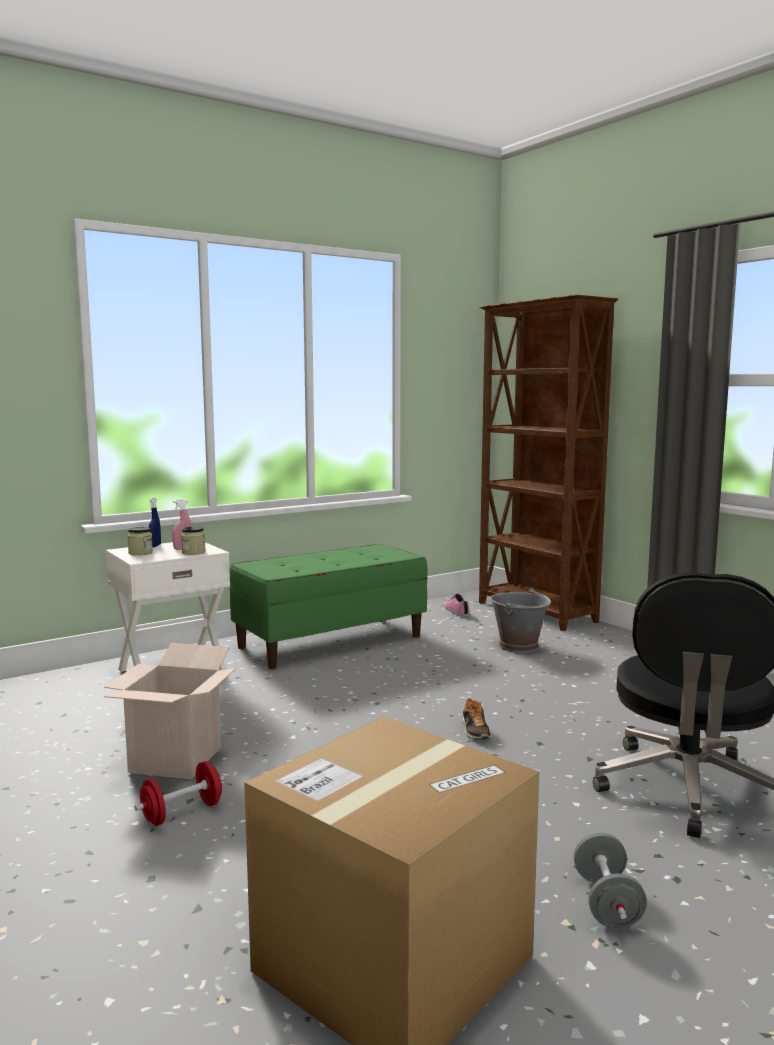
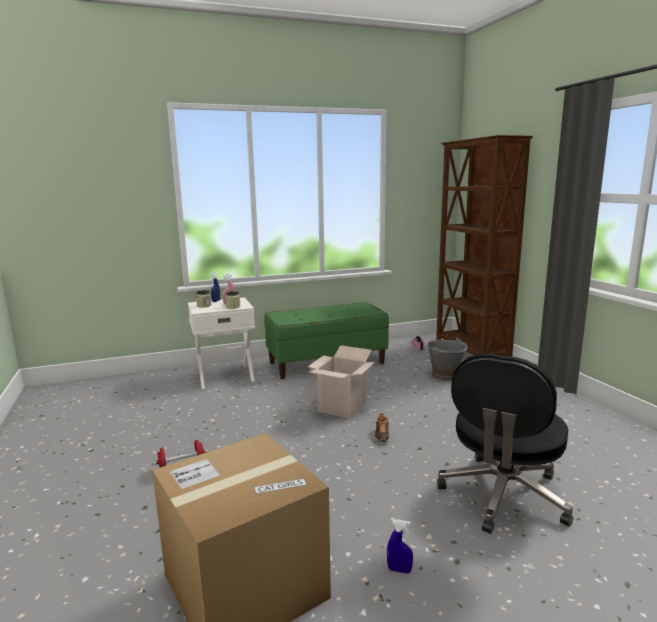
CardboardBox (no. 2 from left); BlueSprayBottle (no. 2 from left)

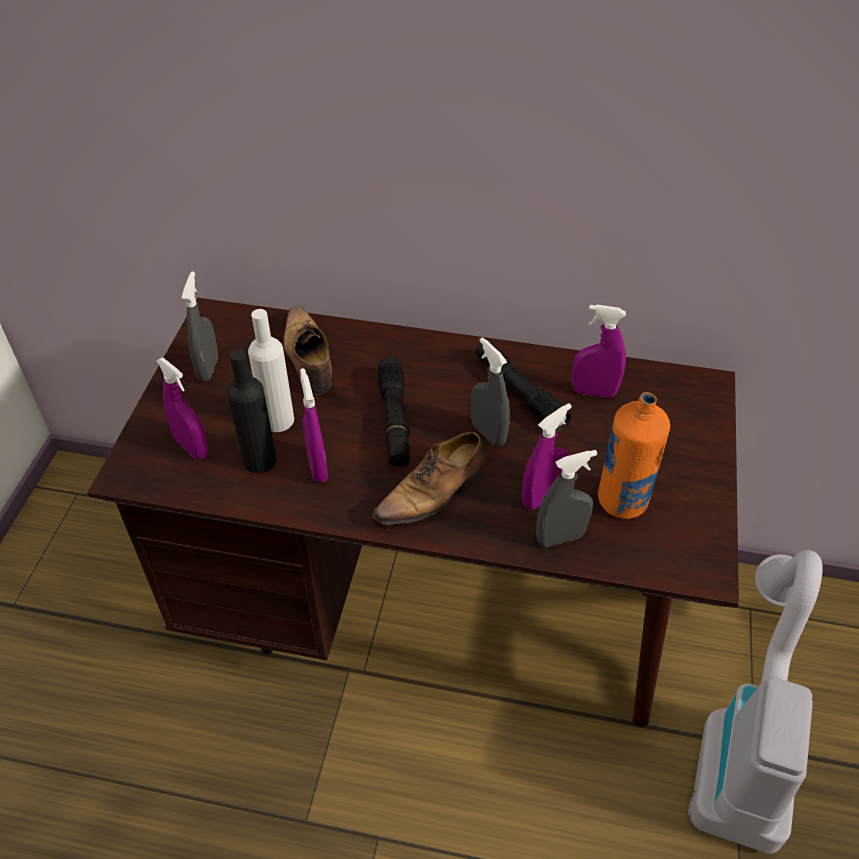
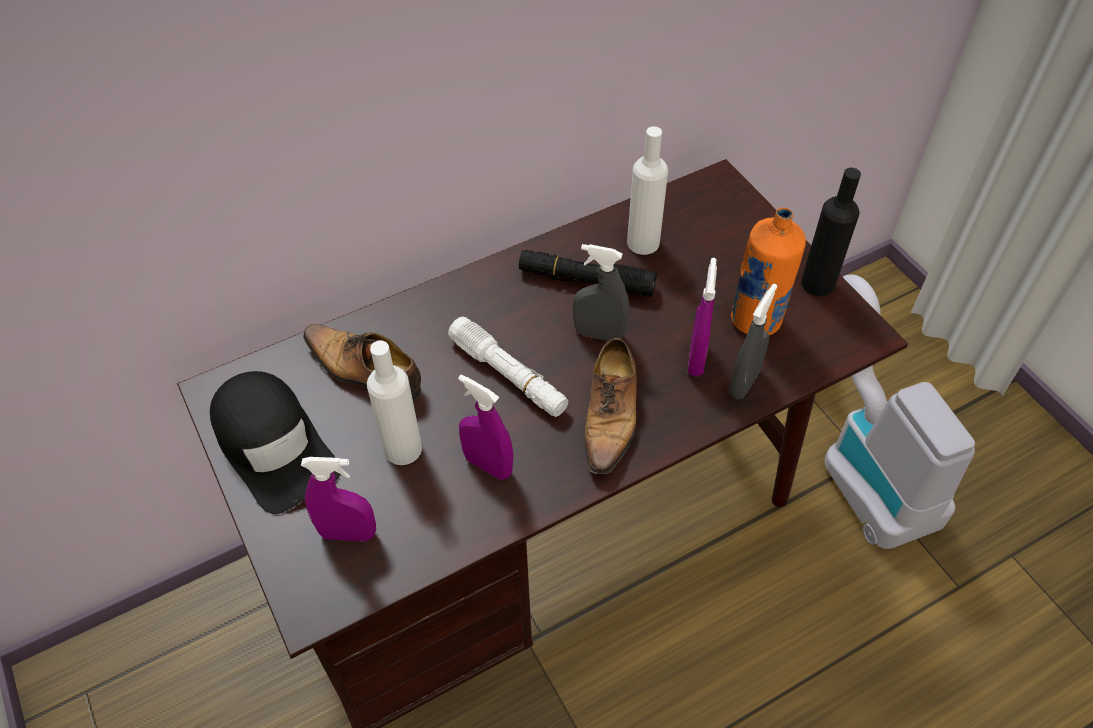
BlackCap; WhiteBottle (no. 2 from left); BlackBottle; WhiteFlashlight

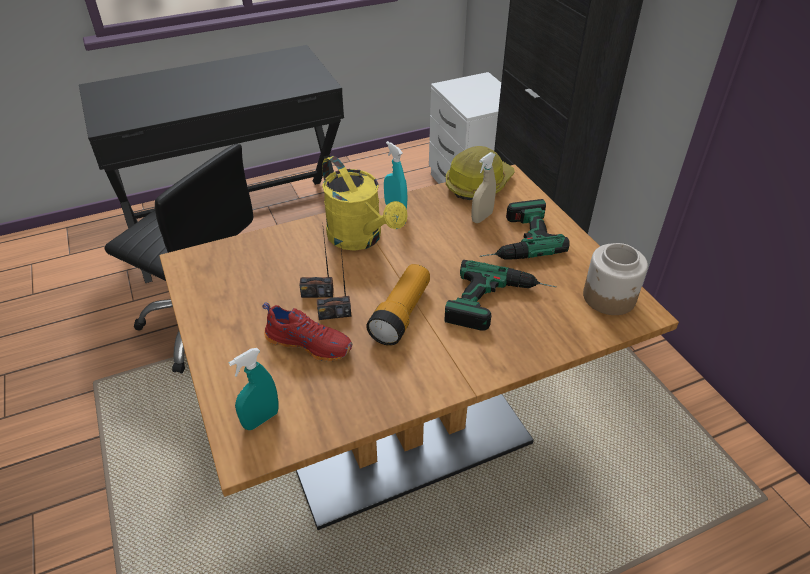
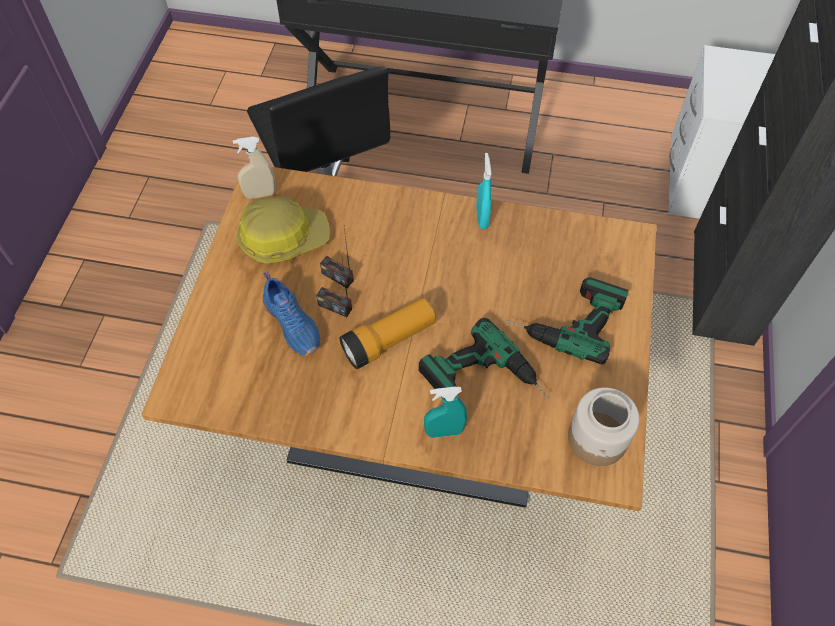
HardHat; BeigeSprayBottle; YellowWateringCan; BlueShoe; TurquoiseSprayBottle (no. 1 from left)

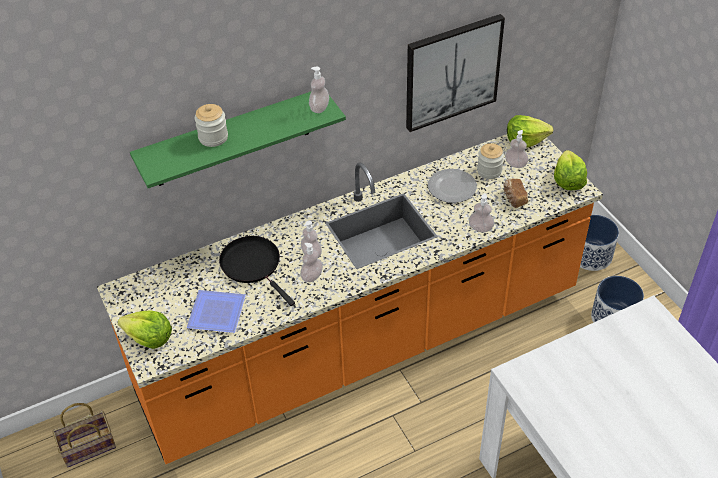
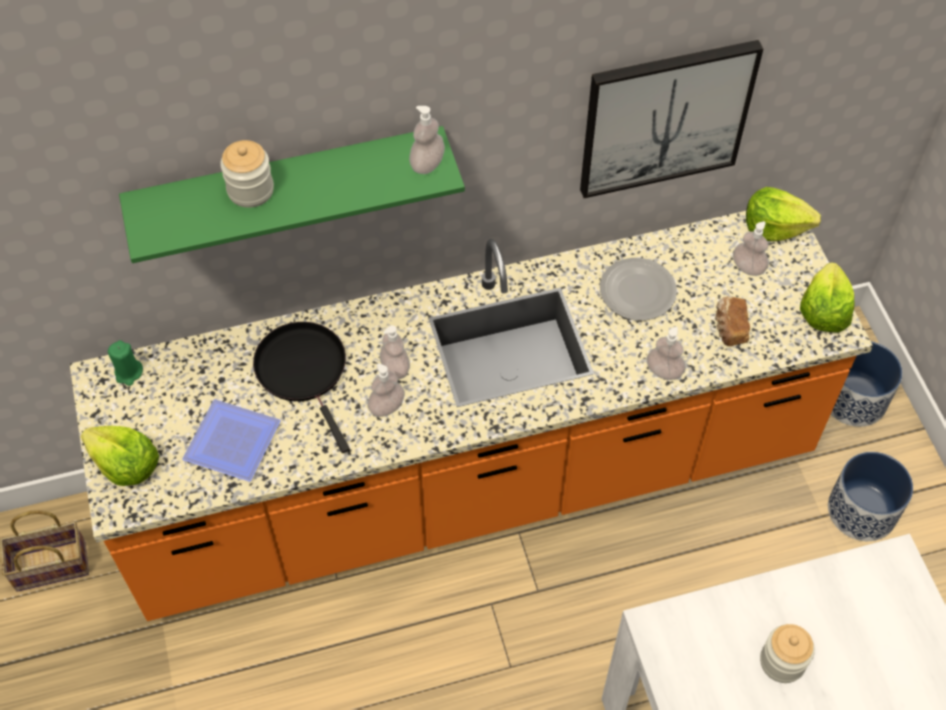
Jar (no. 2 from left); GreenCandle

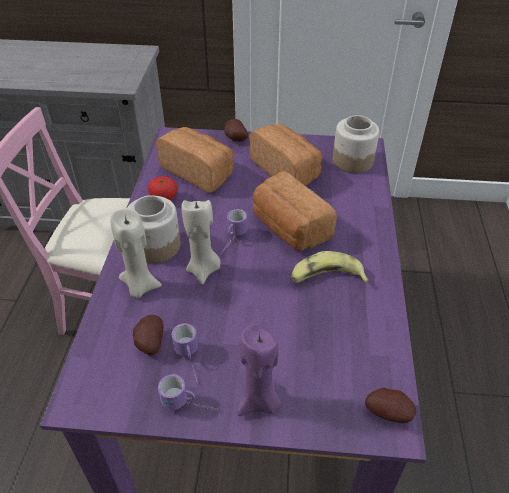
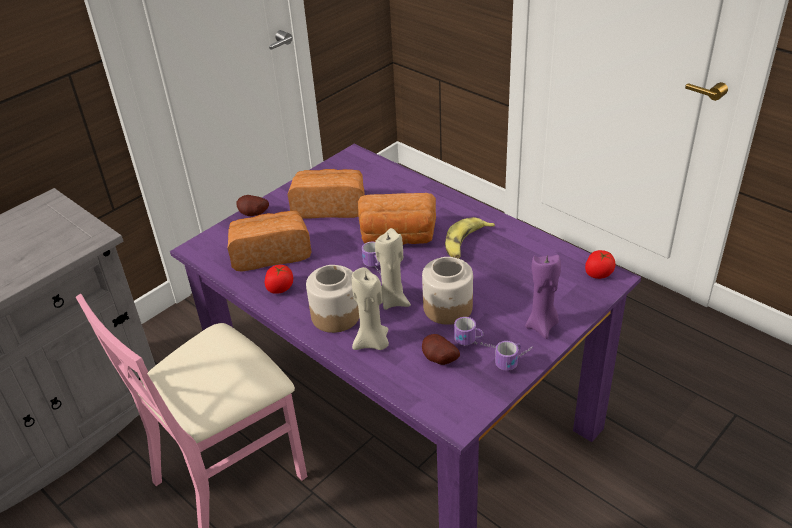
Jar (no. 2 from left); Tomato (no. 2 from left)

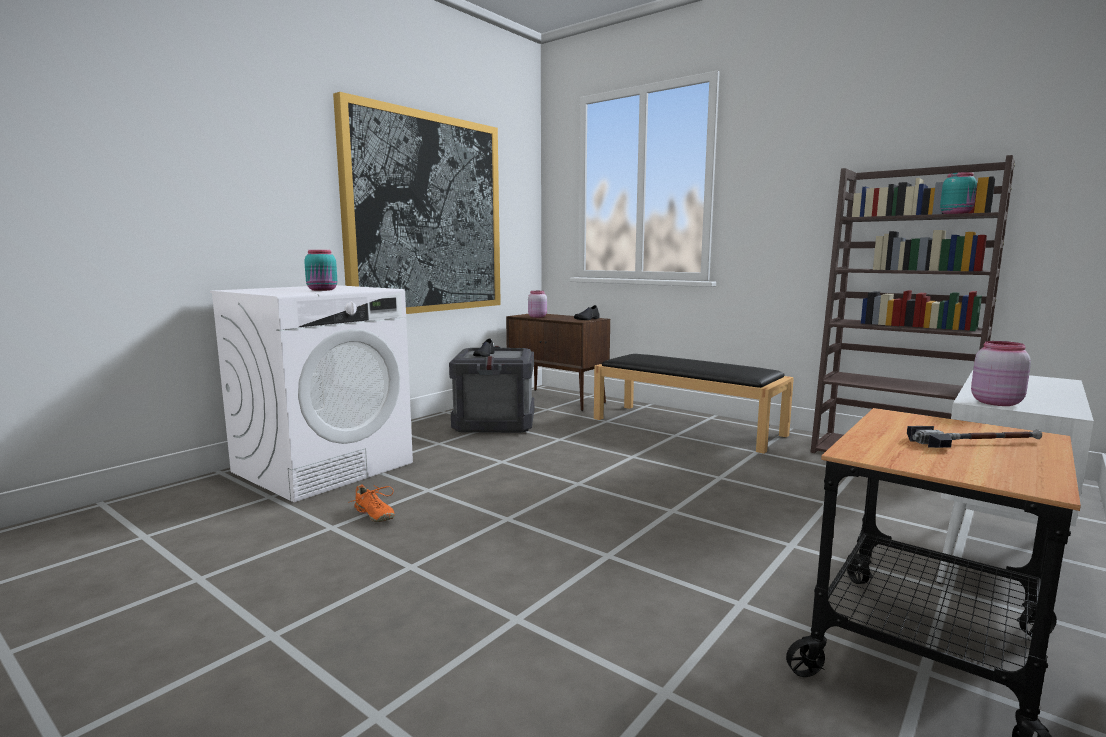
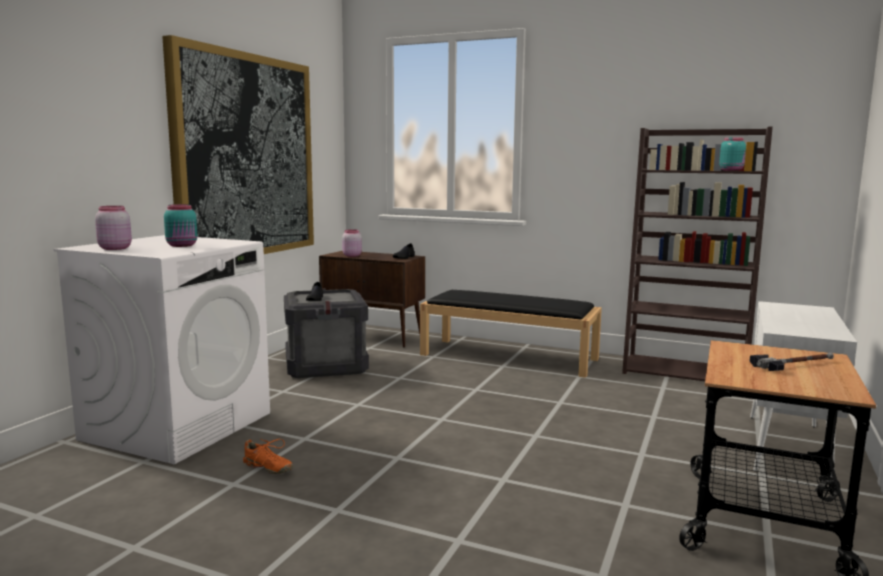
PinkJar (no. 1 from left)

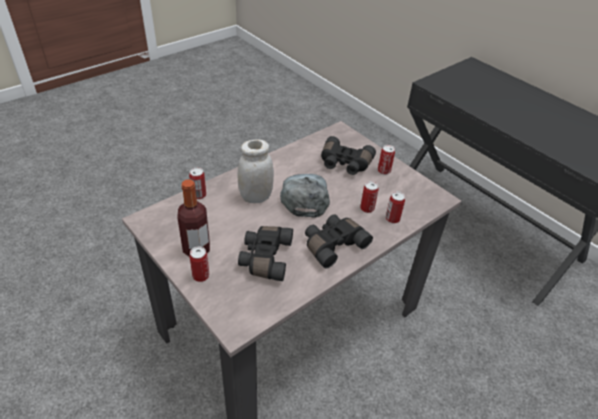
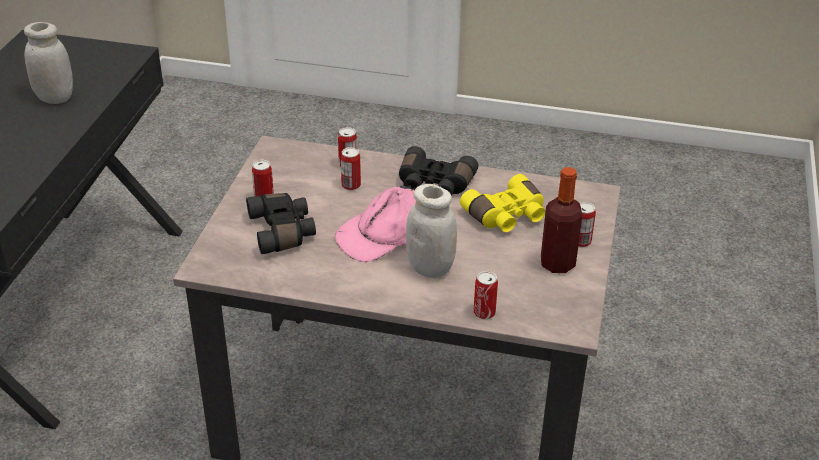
PinkCap; YellowBinoculars; WhiteJar (no. 1 from left)

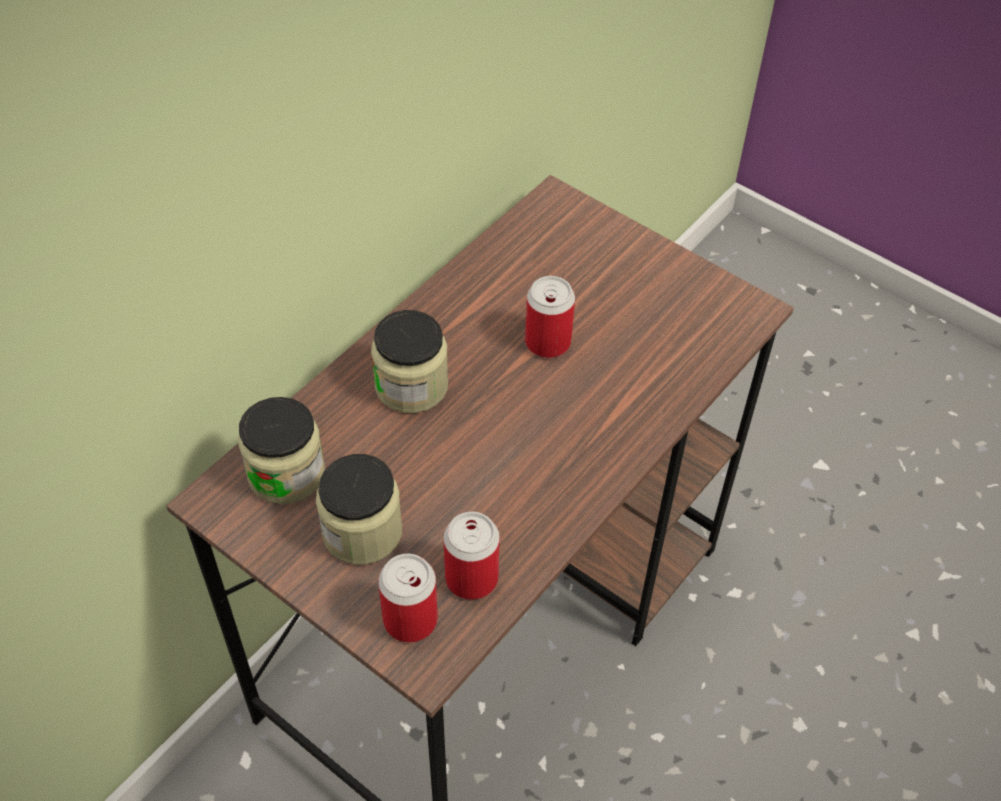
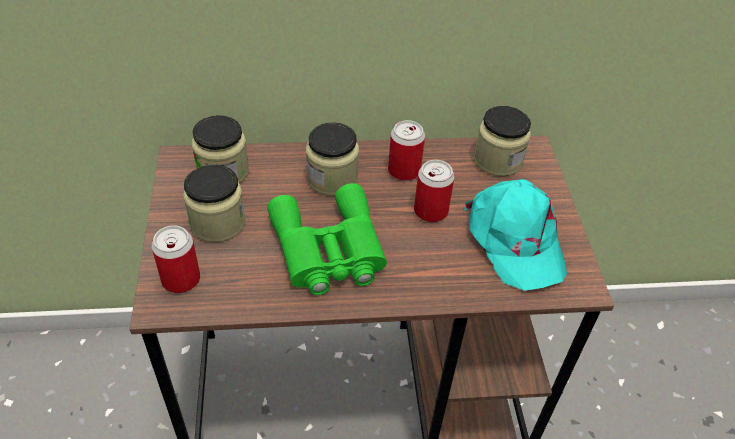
Can (no. 2 from left); Jar (no. 4 from left); TurquoiseCap; GreenBinoculars

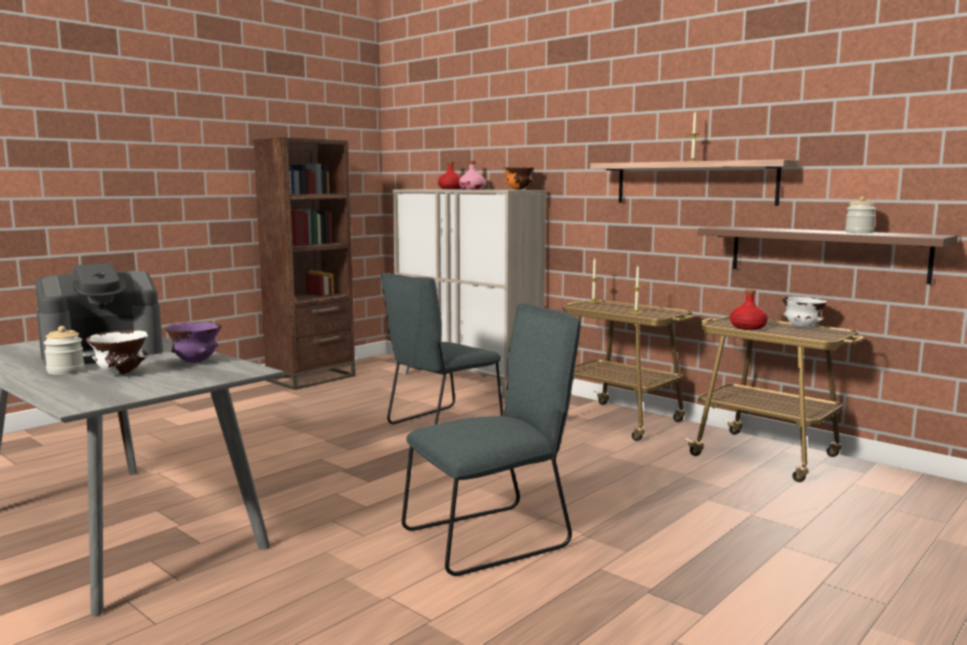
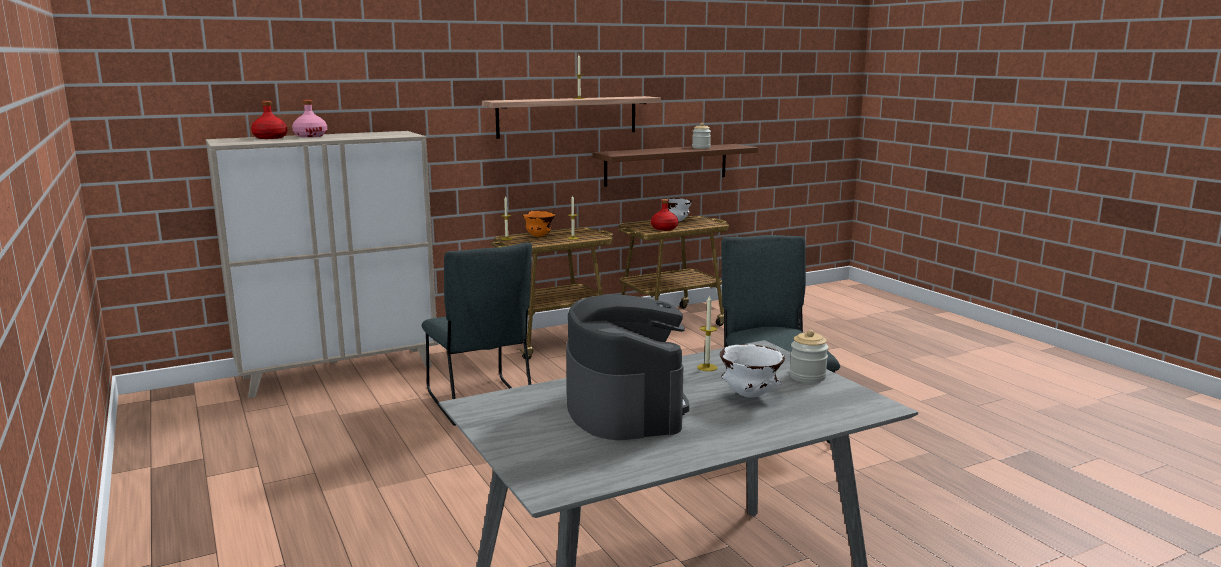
BrownBookcase; OrangeBowl; Candle (no. 4 from left); Jar (no. 2 from left)

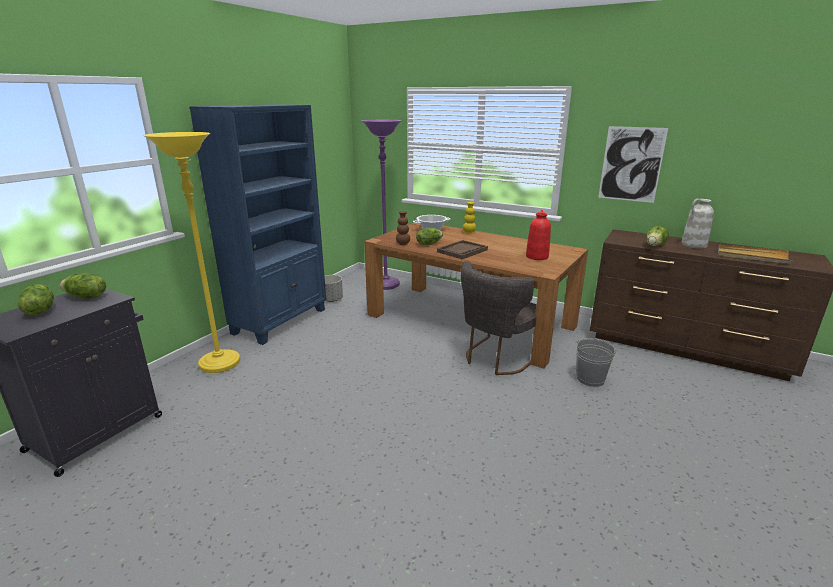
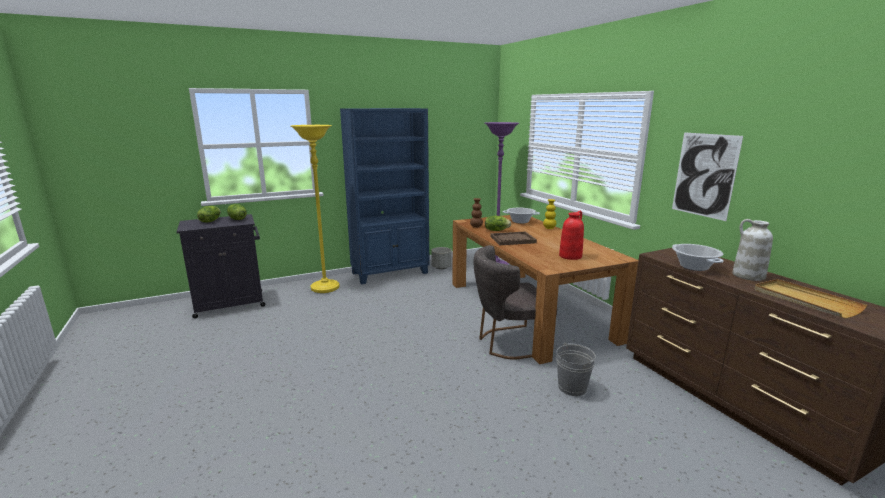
CookingPot (no. 2 from left)

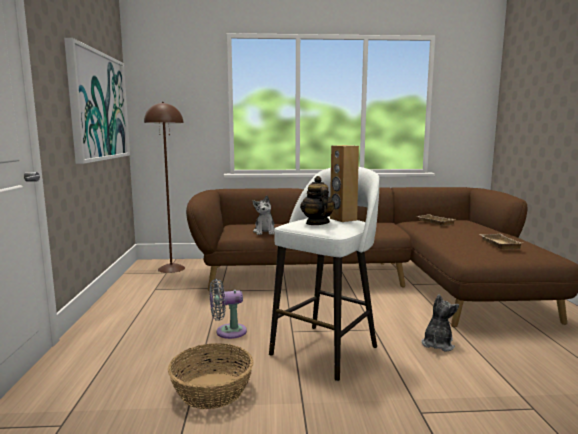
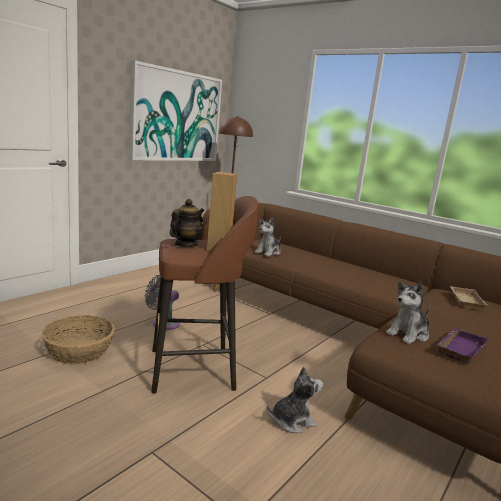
BrownStool; PurpleTray; PlushToy (no. 3 from left)

